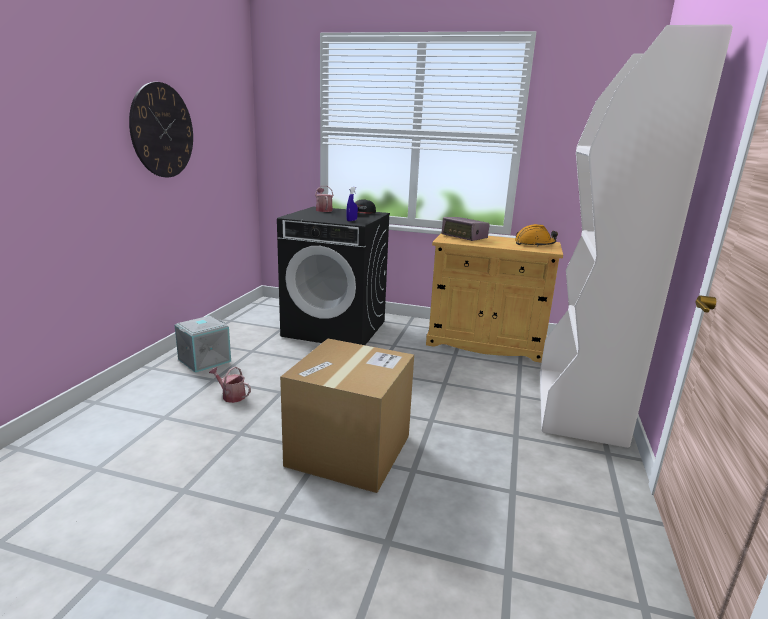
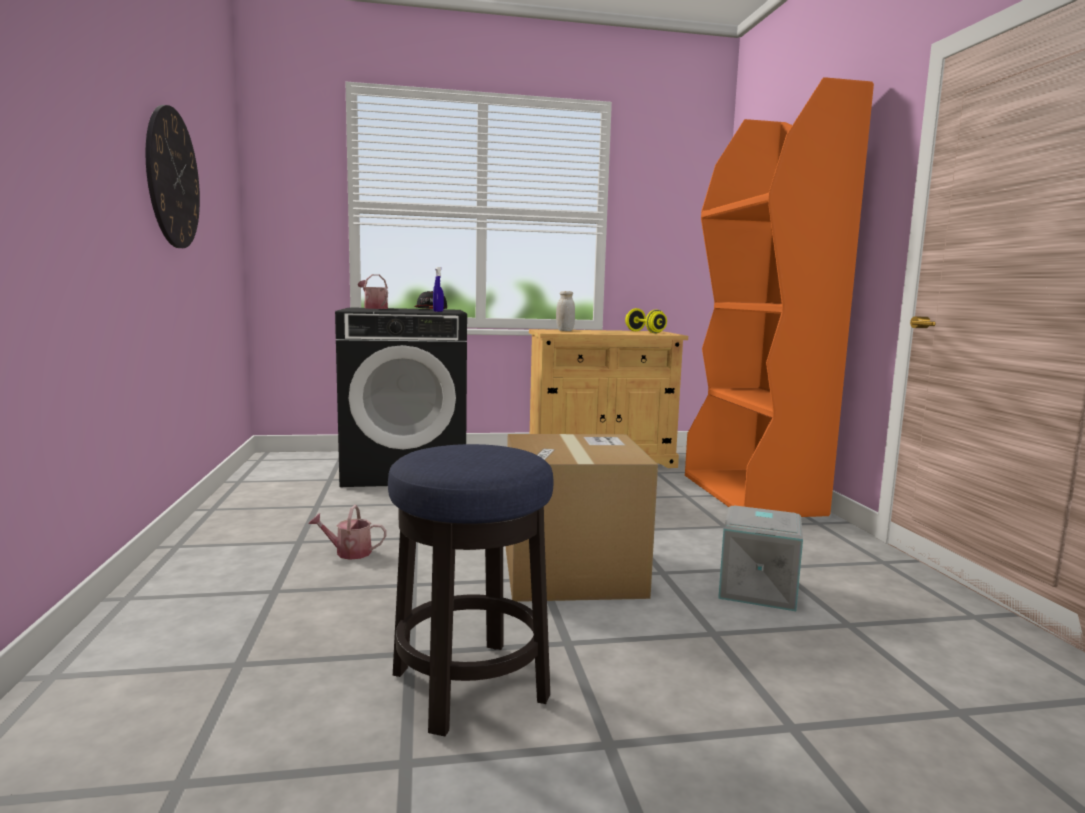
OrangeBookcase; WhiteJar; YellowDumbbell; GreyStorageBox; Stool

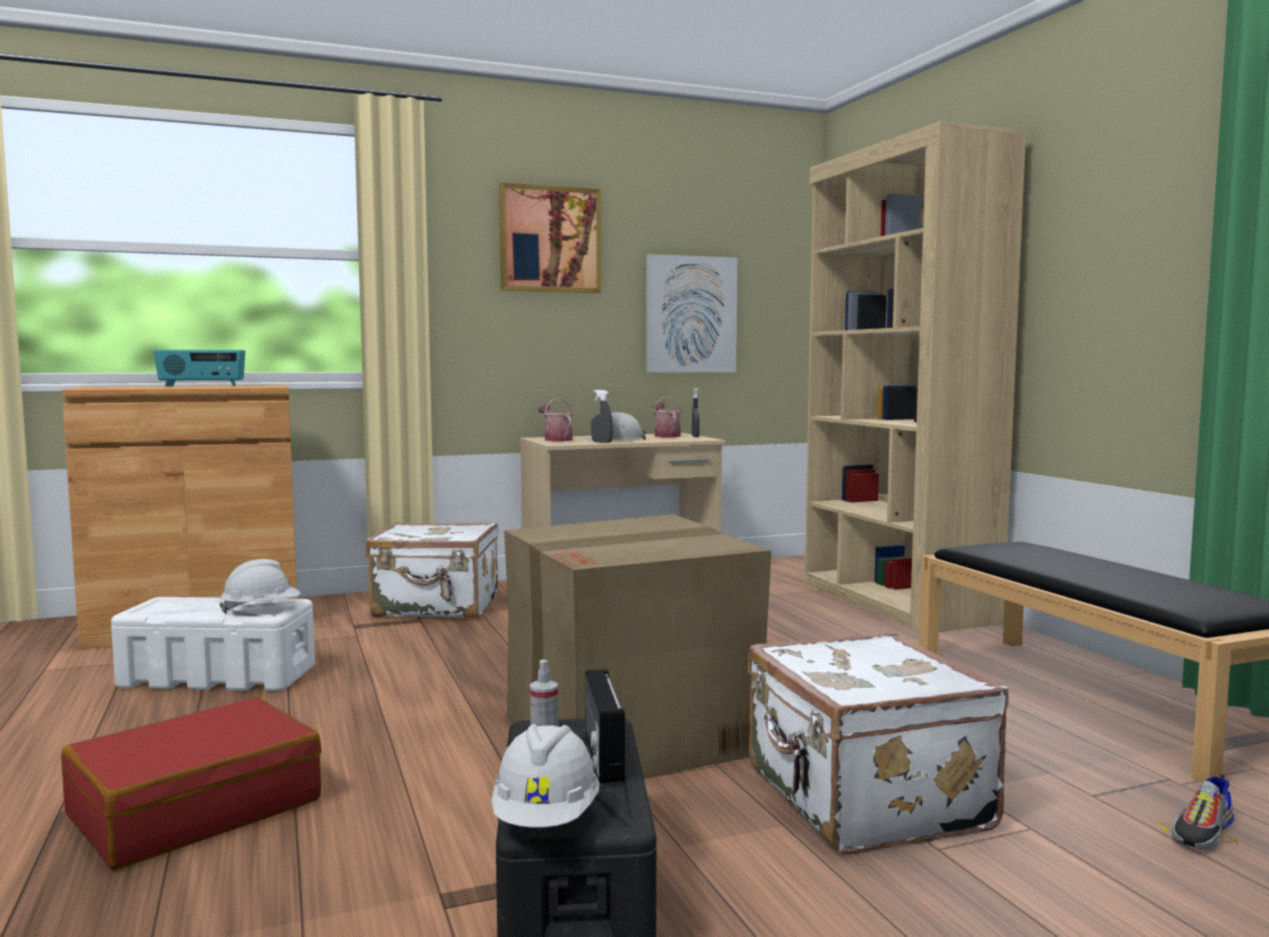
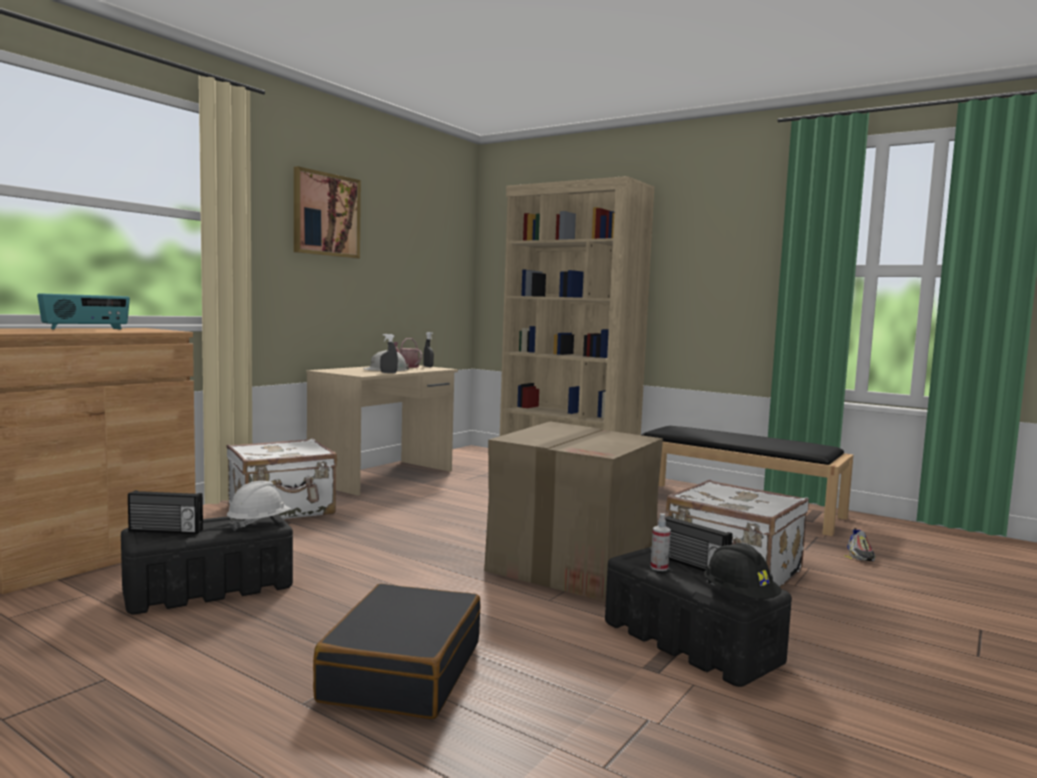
Picture (no. 2 from left in the first image); WateringCan (no. 1 from left in the first image); BlackStorageBox (no. 1 from left); BlackSuitcase; BlackHardHat; Radio (no. 2 from left)

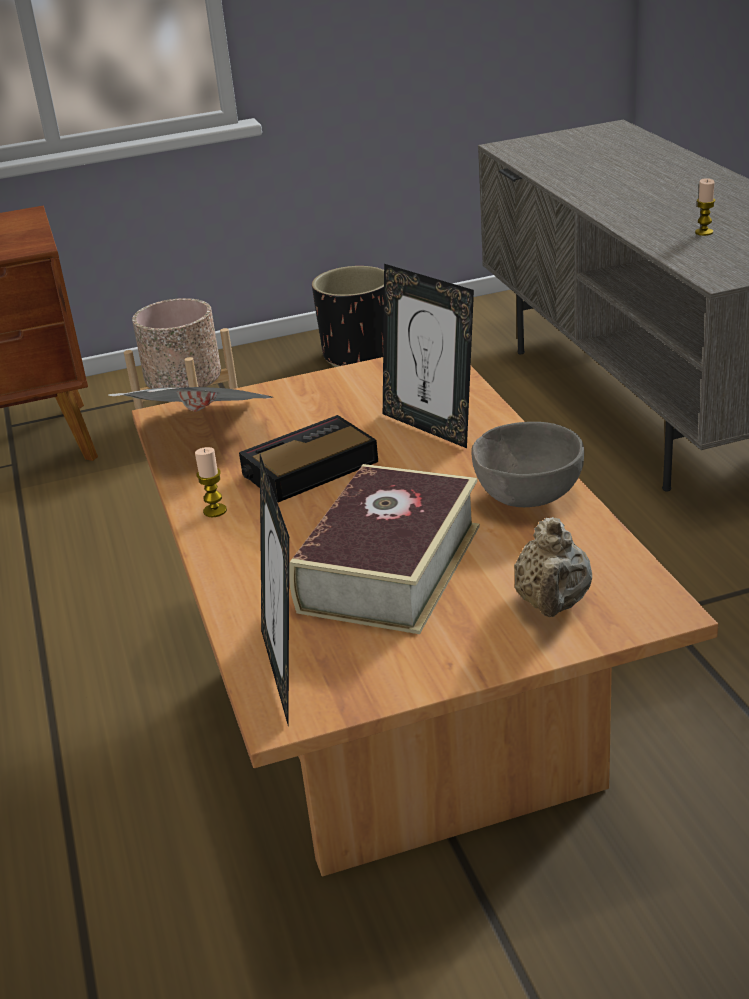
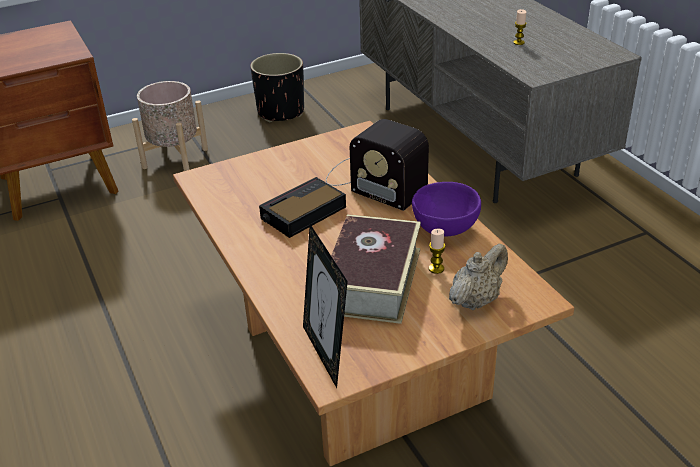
Radio; Newspaper; PurpleBowl; Candle (no. 1 from left); BeigeTeapot

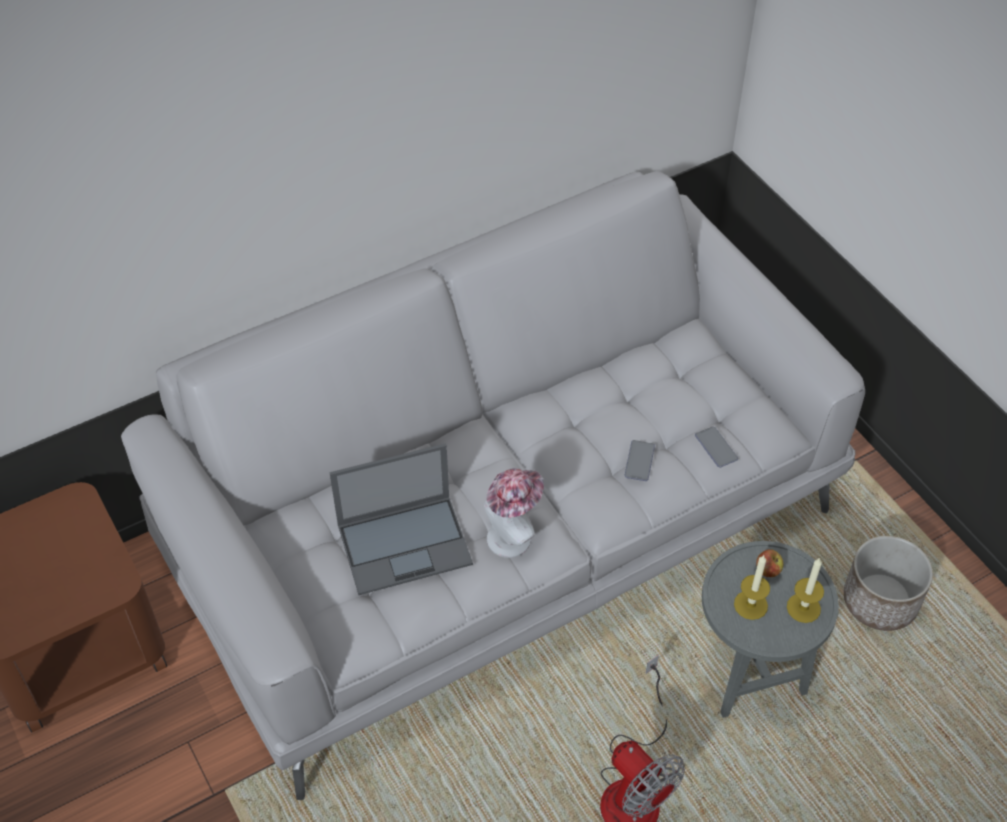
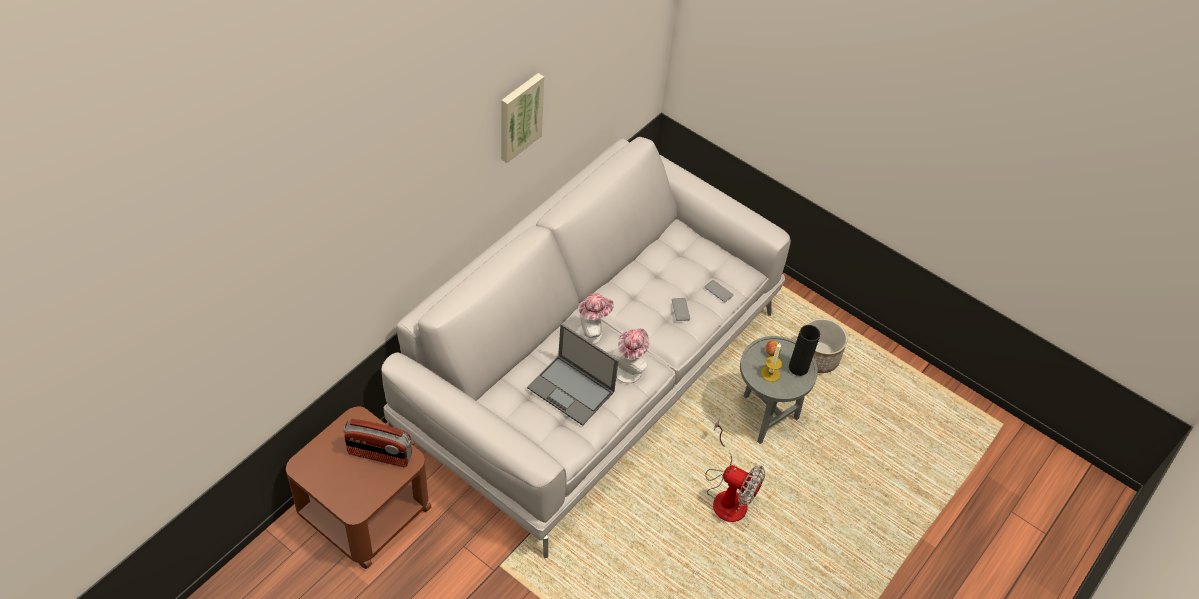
Laptop; BlackVase; Picture; Hat (no. 1 from left); Radio

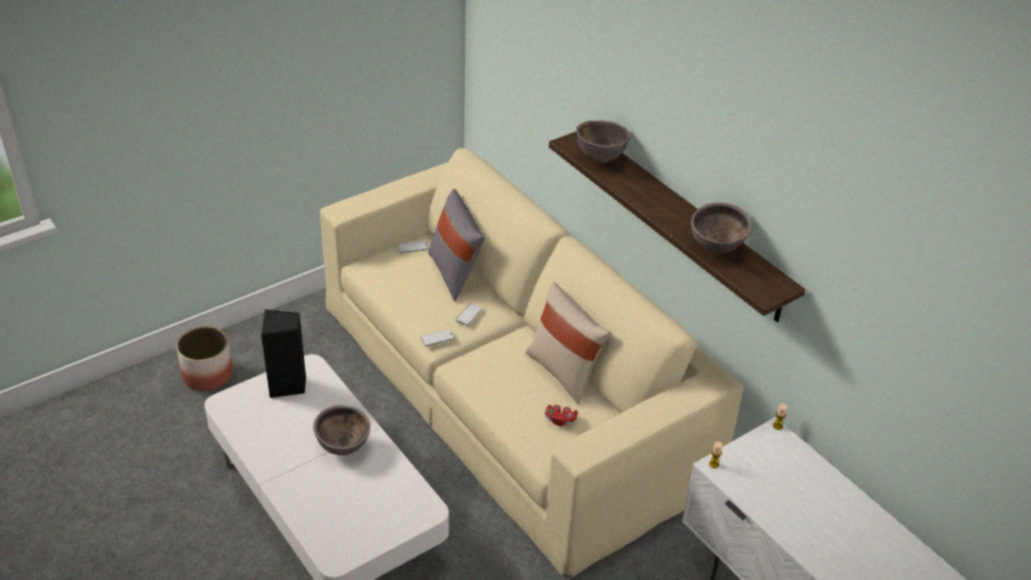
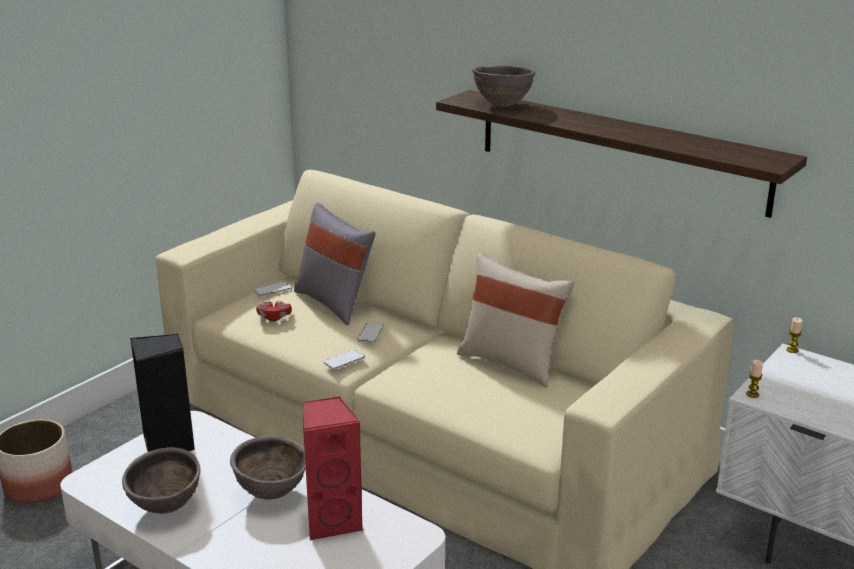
BrownBowl (no. 1 from left); RedGameController; RedSpeaker

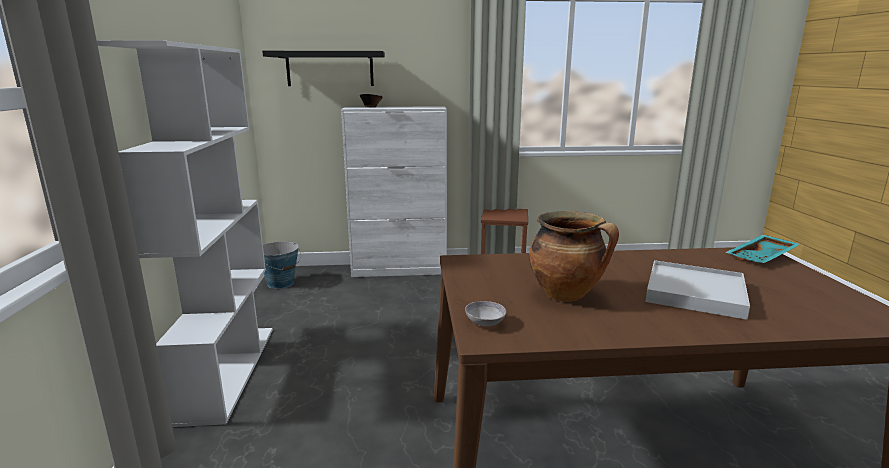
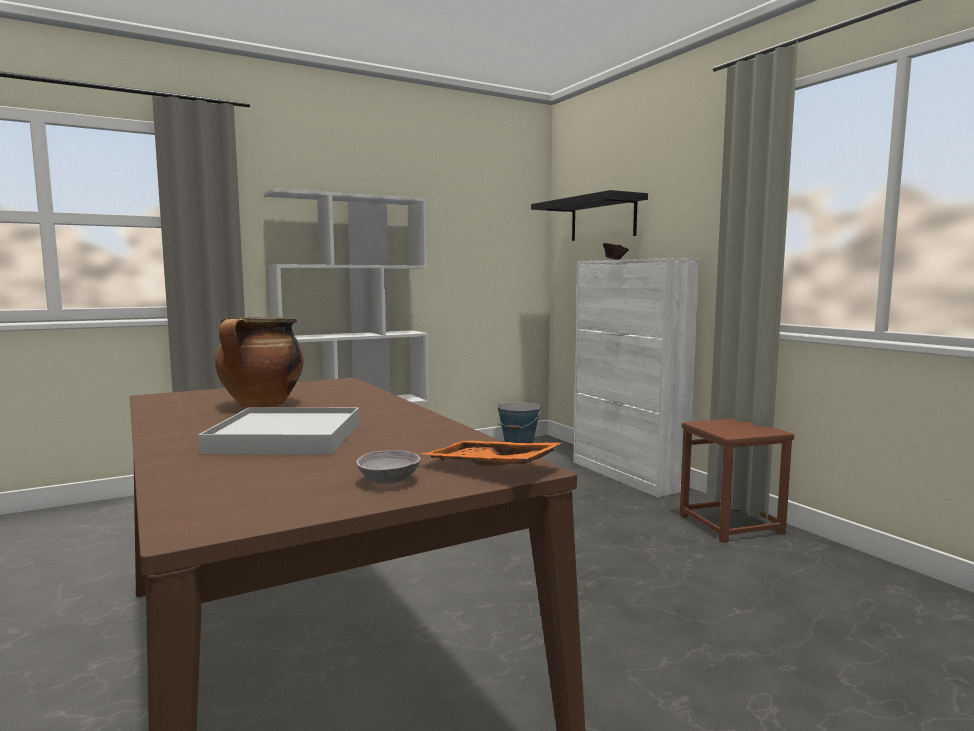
OrangeTray; GreyBowl

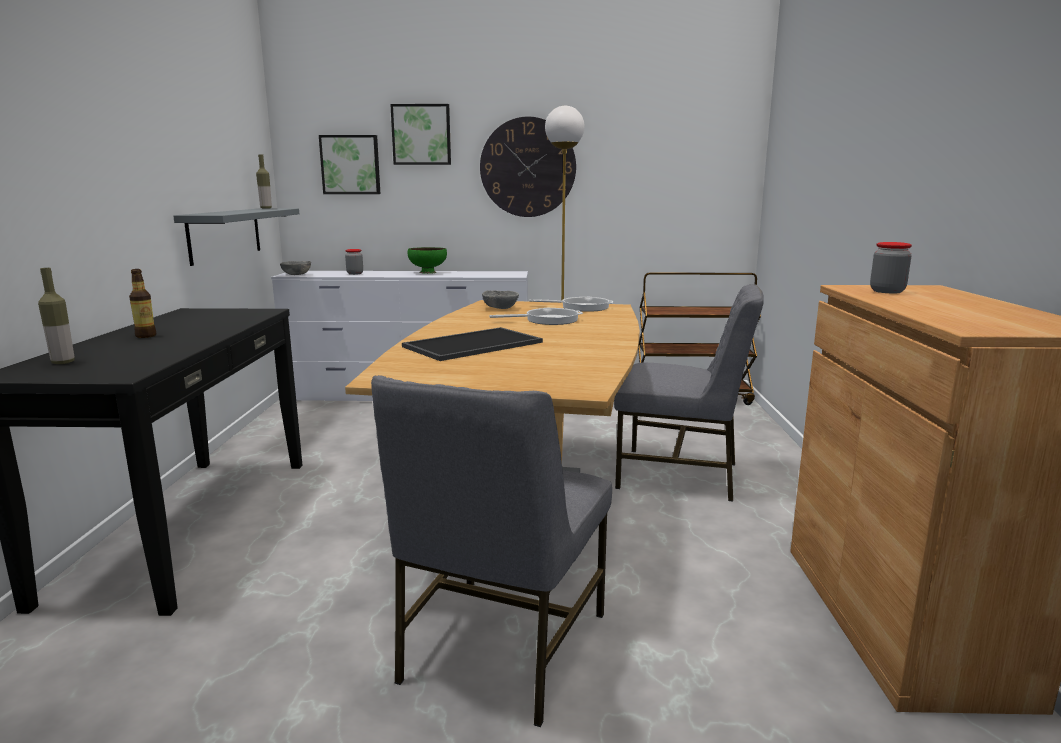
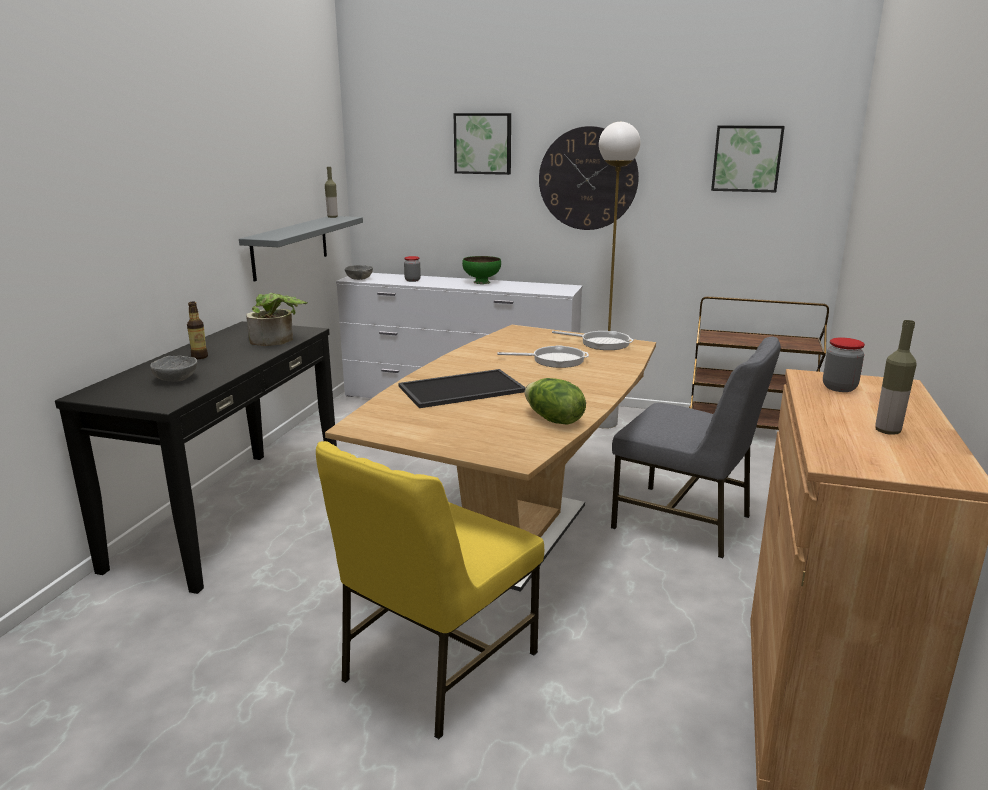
Picture (no. 2 from left); Bottle (no. 3 from left); GreyBowl (no. 1 from left); YellowChair; PottedPlant; Lettuce

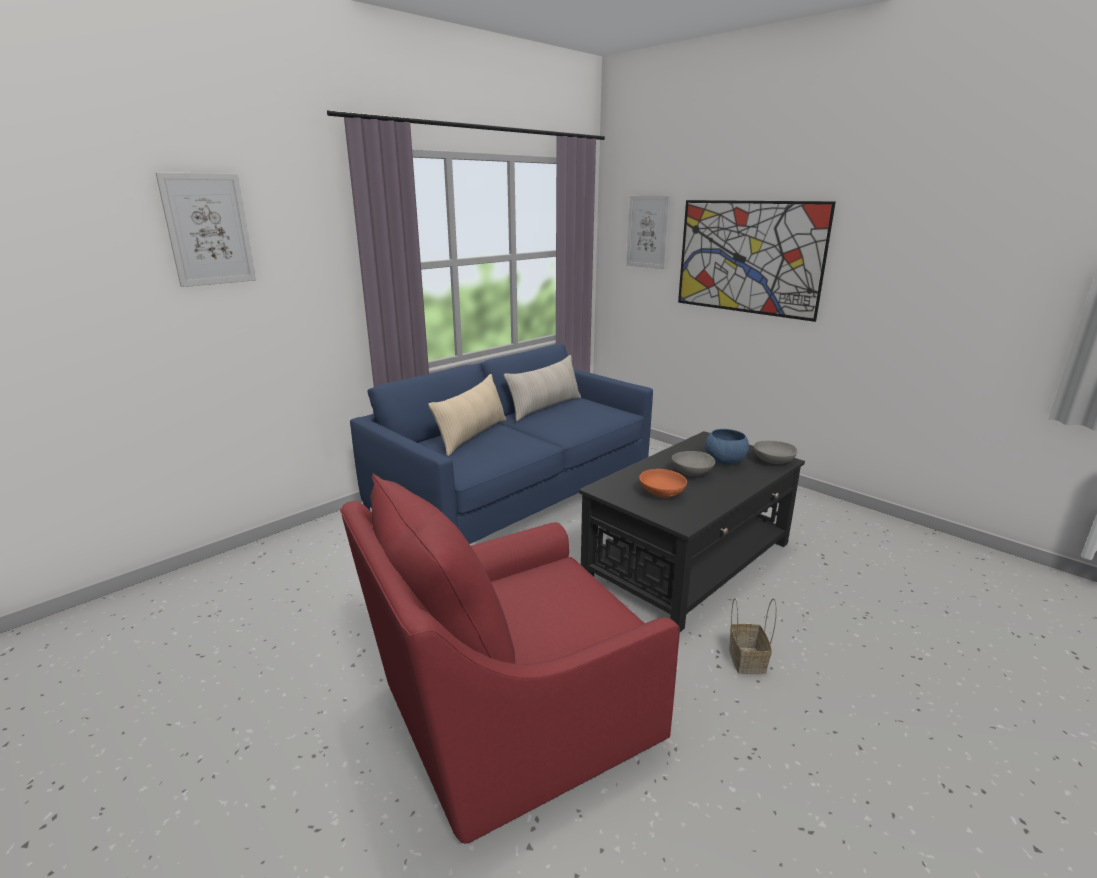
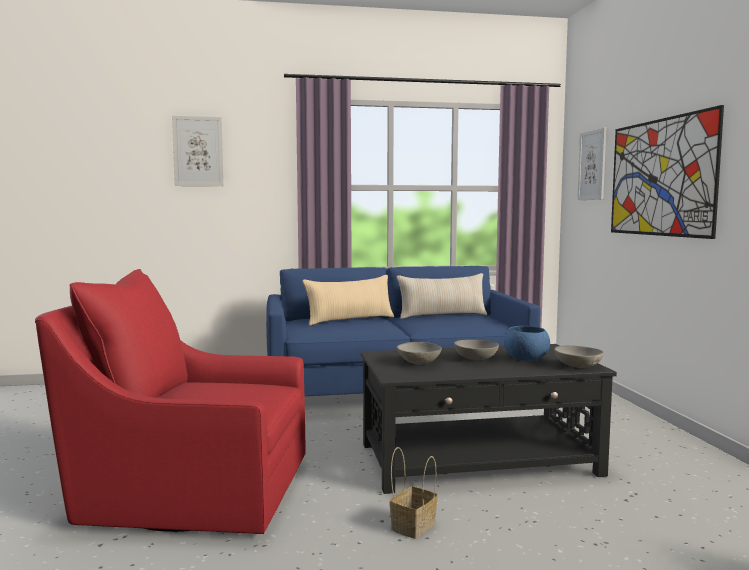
GreyBowl (no. 1 from left)

